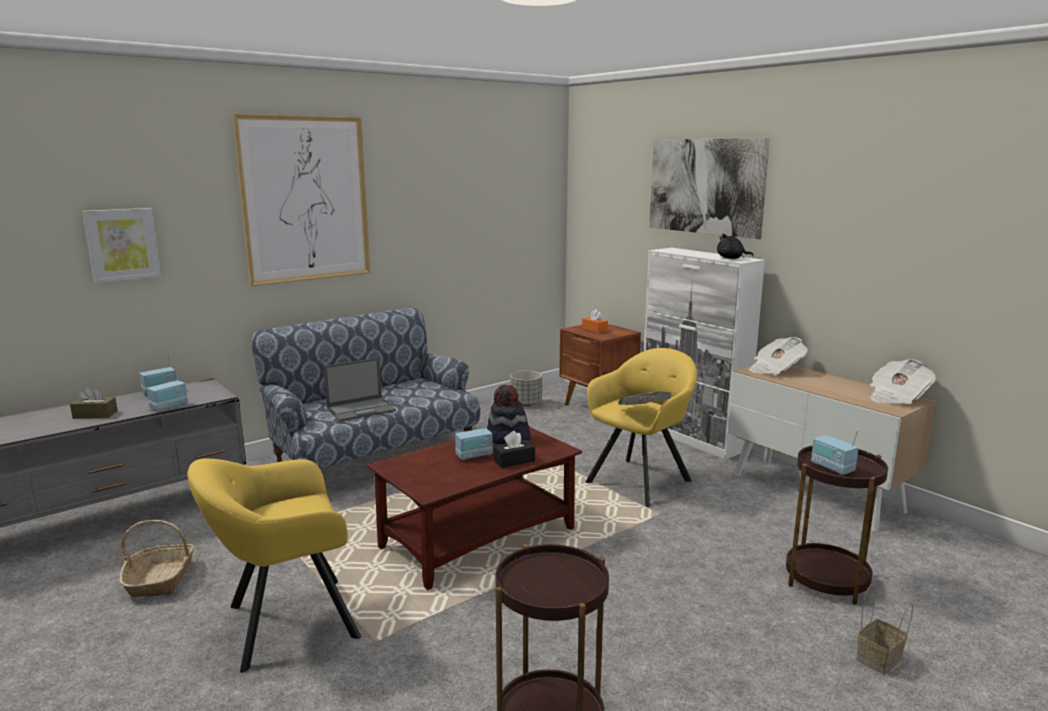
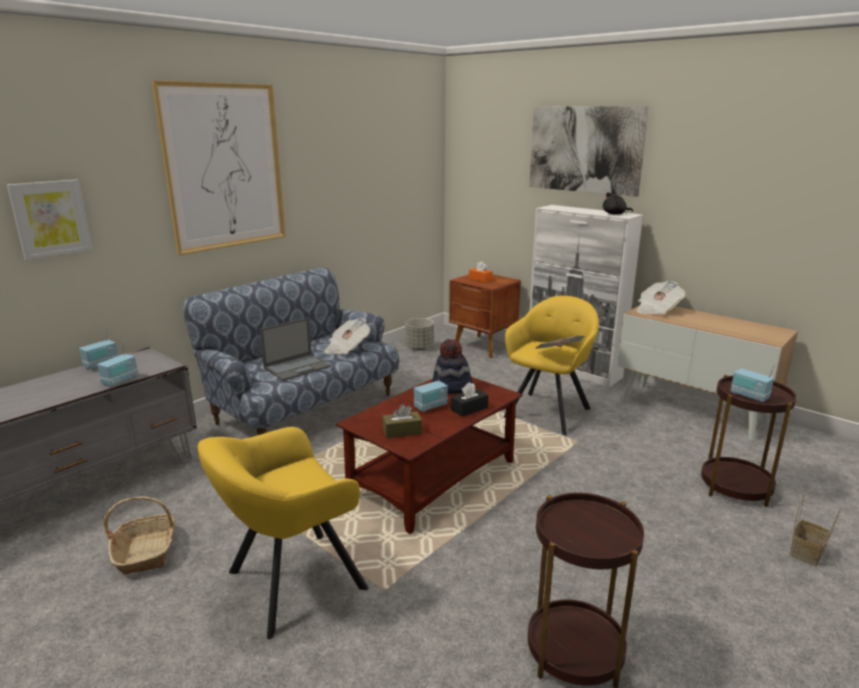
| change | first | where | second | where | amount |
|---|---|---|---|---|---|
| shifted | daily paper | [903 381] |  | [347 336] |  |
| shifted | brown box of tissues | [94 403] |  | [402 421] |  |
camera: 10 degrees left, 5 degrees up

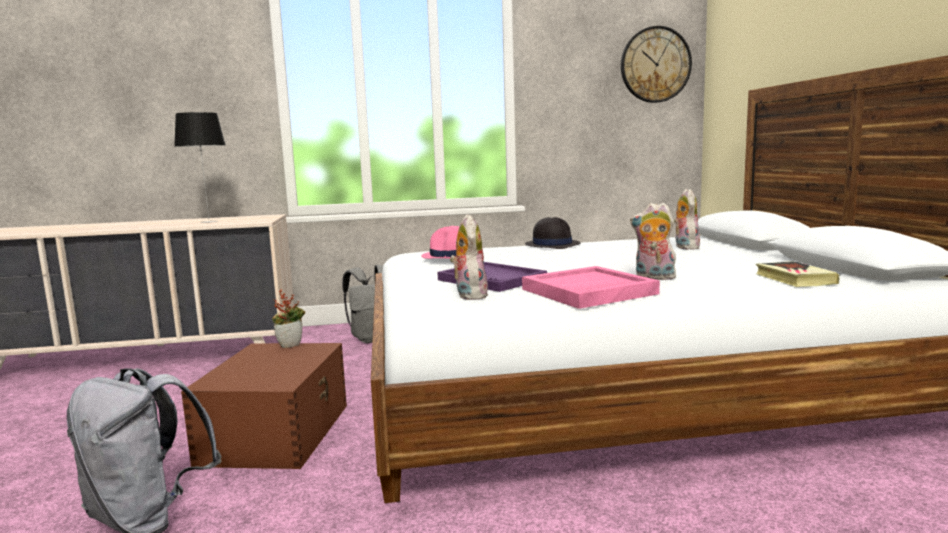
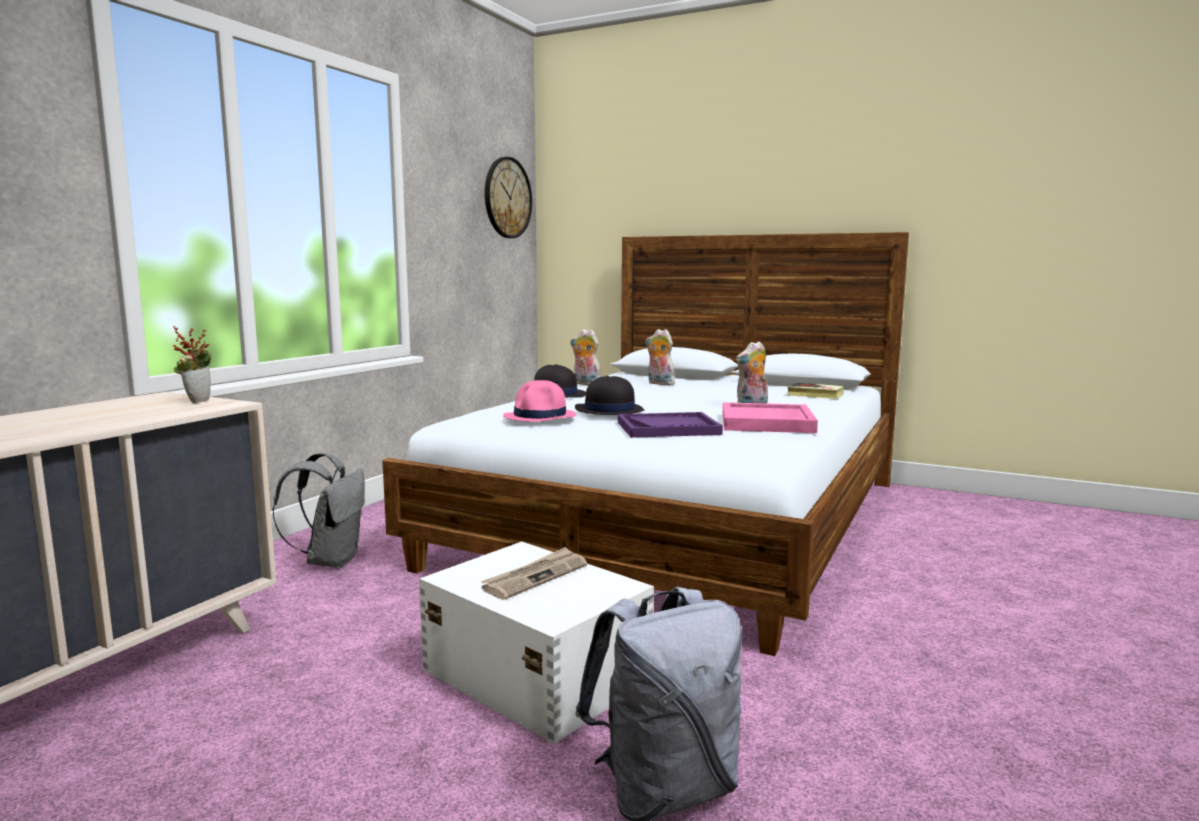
| change | first | where | second | where | amount |
|---|---|---|---|---|---|
| shifted | houseplant | [288 318] |  | [192 364] |  |
| repainted | brown storage bin | [264 406] | white storage bin | [536 643] |  |
| new |  |  | daily paper | [534 573] |  |
| shifted | soft toy | [469 257] |  | [585 357] |  |
| new |  |  | black-coloured hat | [610 395] |  |
| gone | lamp for a table | [199 167] |  |  |  |
camera: 55 degrees left, 0 degrees up

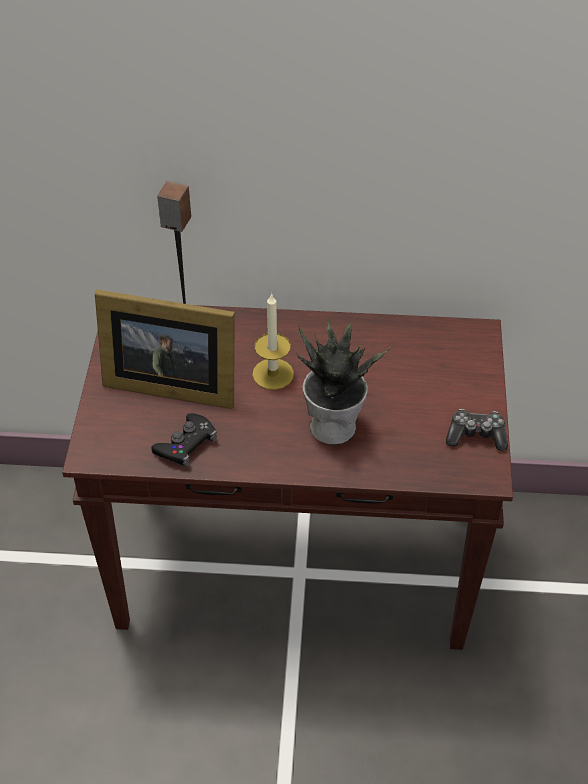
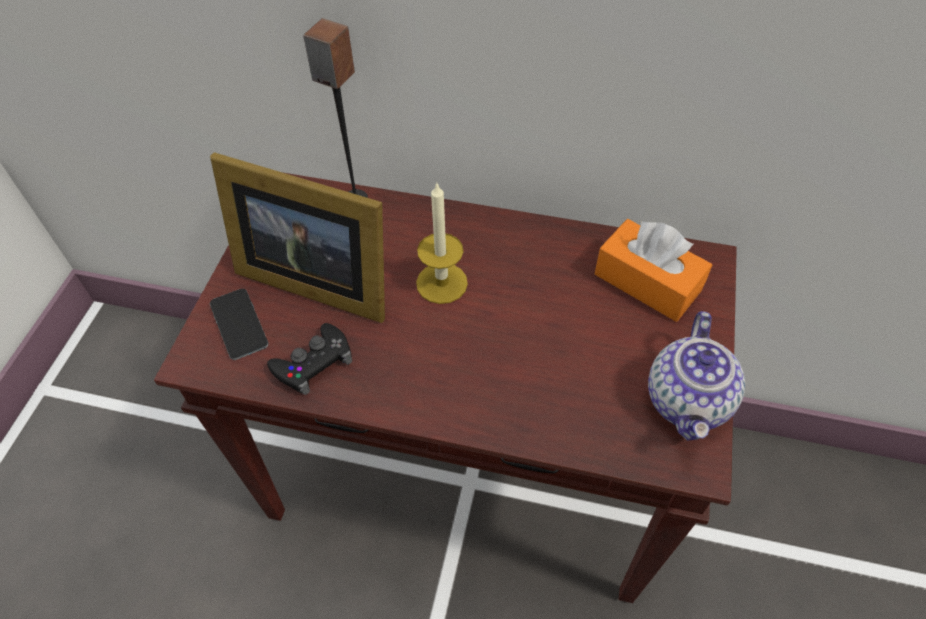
| change | first | where | second | where | amount |
|---|---|---|---|---|---|
| new |  |  | telephone | [239 324] |  |
| new |  |  | orangey box of tissues | [653 270] |  |
| swapped | game controller | [477 430] | tea pot | [696 376] |  |
| gone | houseplant | [344 381] |  |  |  |
camera: 10 degrees right, 5 degrees up

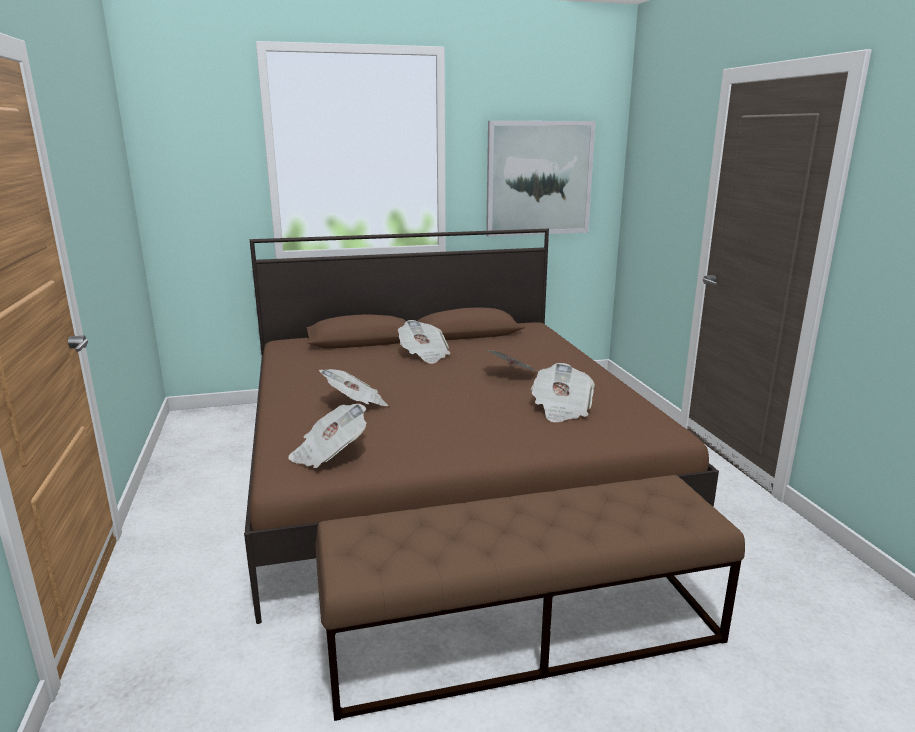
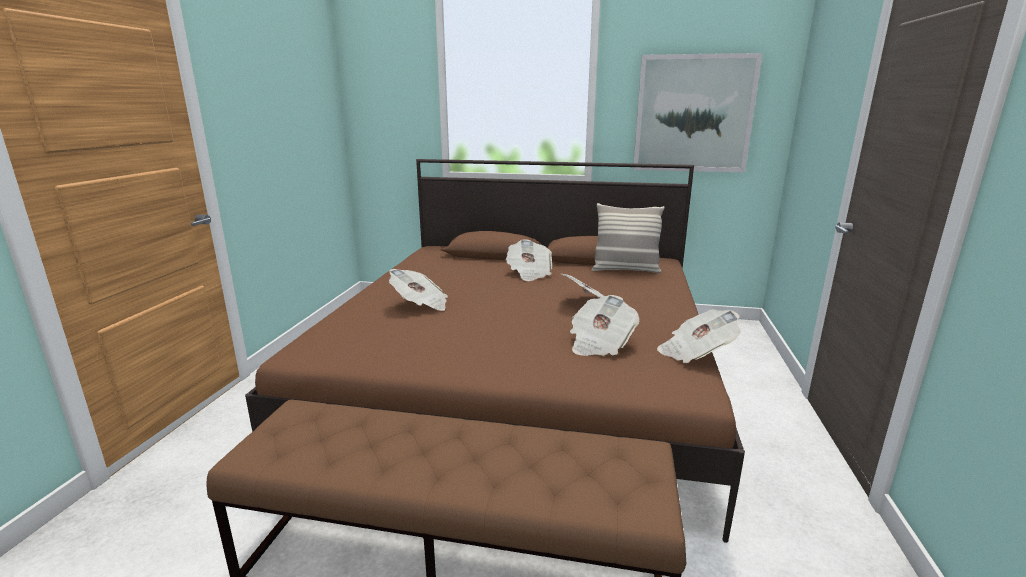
| change | first | where | second | where | amount |
|---|---|---|---|---|---|
| new |  |  | throw pillow | [628 238] |  |
| shifted | daily paper | [327 436] |  | [699 336] |  |
camera: 25 degrees right, 0 degrees up

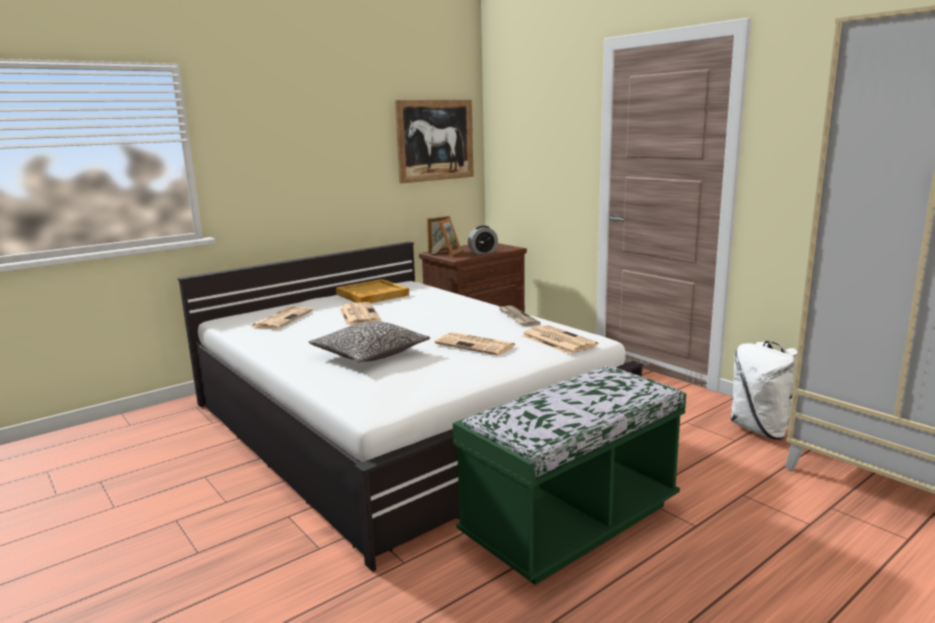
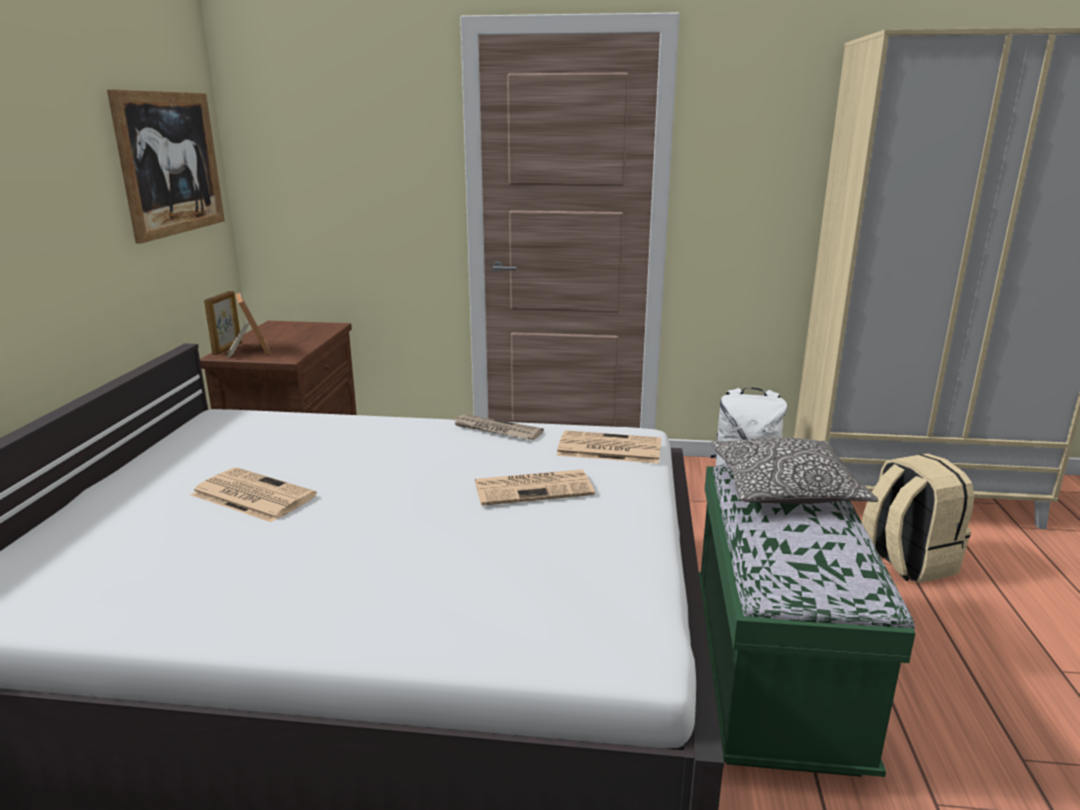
| change | first | where | second | where | amount |
|---|---|---|---|---|---|
| shifted | throw pillow | [369 341] |  | [794 471] |  |
| new |  |  | beige-coloured knapsack | [918 518] |  |
| gone | daily paper | [282 317] |  |  |  |
| gone | beige-coloured serving tray | [372 291] |  |  |  |
| gone | alarm clock | [483 239] |  |  |  |
camera: 45 degrees left, 5 degrees up

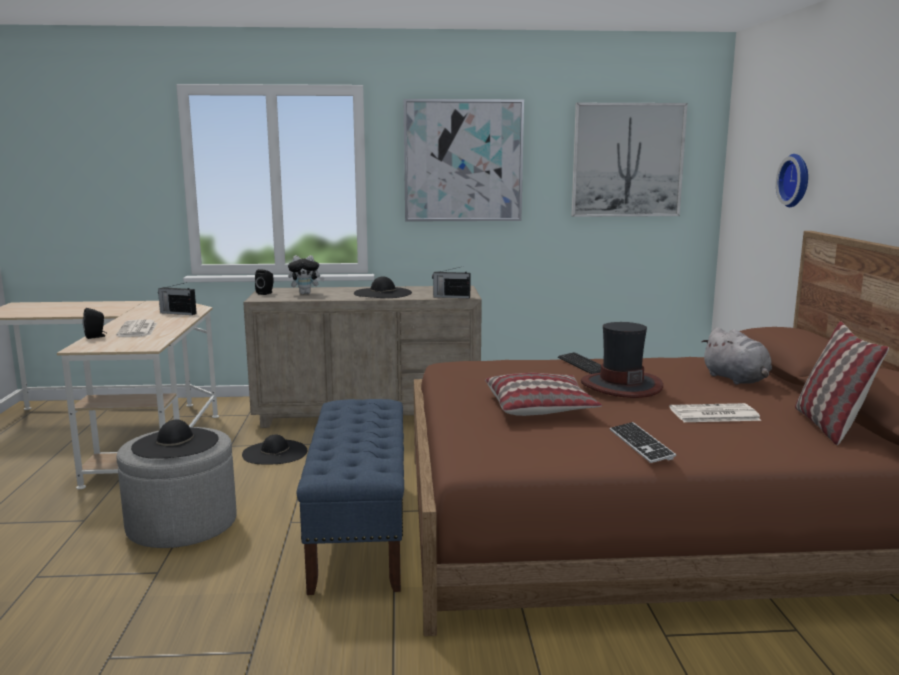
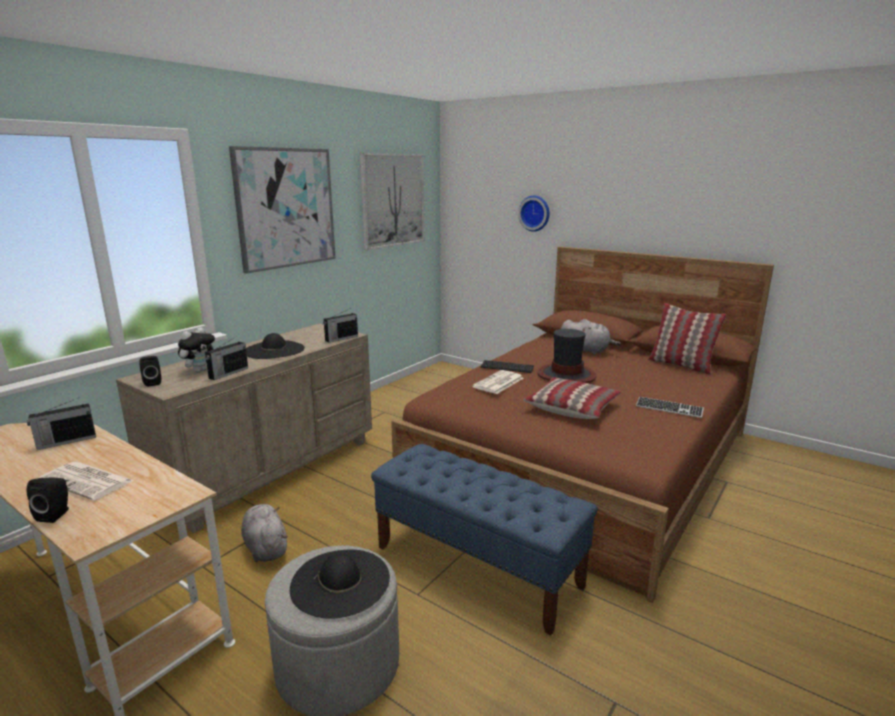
| change | first | where | second | where | amount |
|---|---|---|---|---|---|
| new |  |  | radio receiver | [226 358] |  |
| swapped | black-coloured hat | [275 449] | gray soft toy | [264 533] |  |
| shifted | daily paper | [715 412] |  | [498 382] |  |
camera: 50 degrees left, 5 degrees up

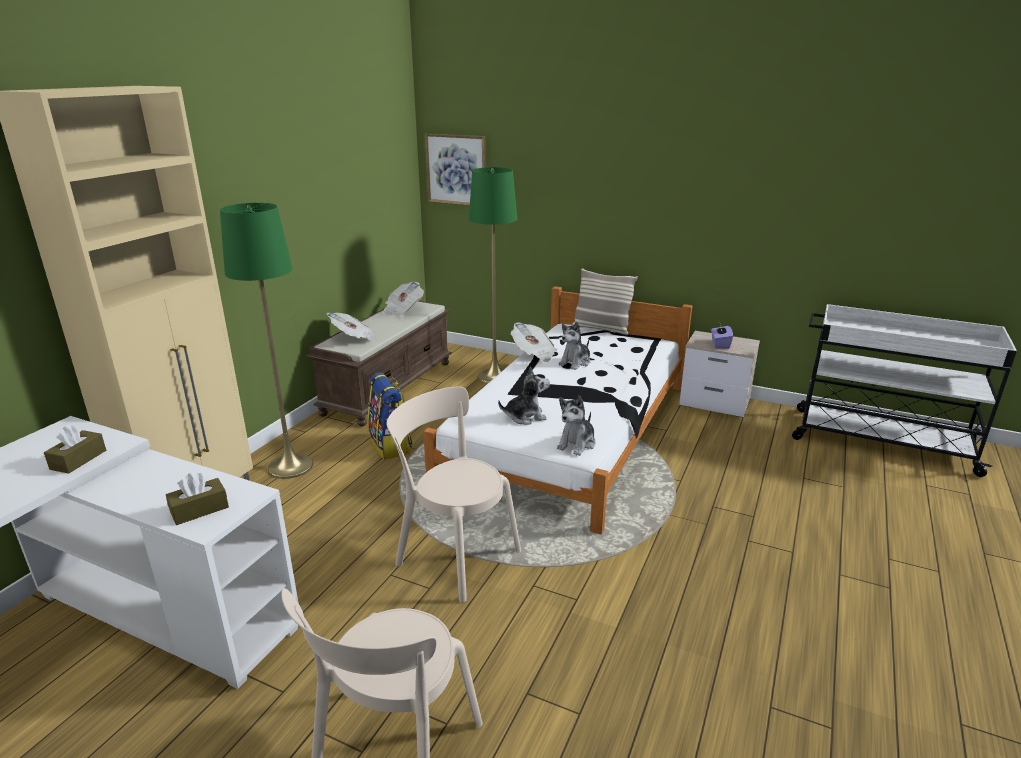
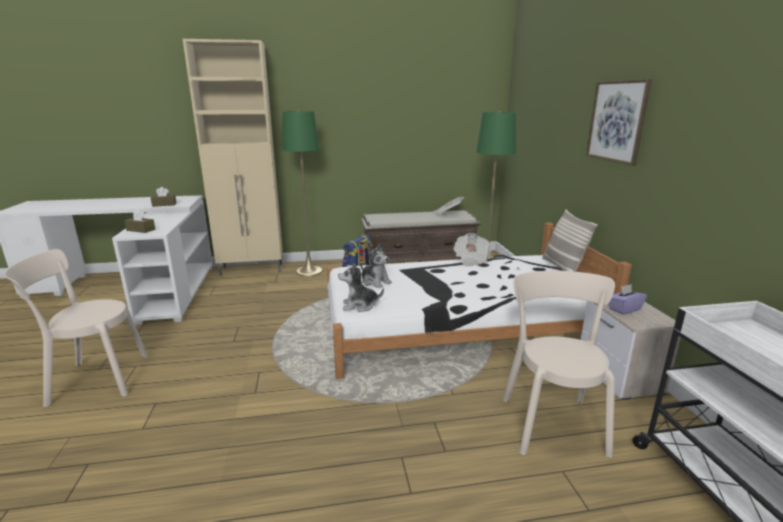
| change | first | where | second | where | amount |
|---|---|---|---|---|---|
| shifted | beige-coloured plain chair | [454 494] |  | [559 364] |  |
| shifted | wall art | [455 169] |  | [619 122] |  |
| gone | daily paper | [352 327] |  |  |  |
| gone | soft toy | [574 346] |  |  |  |
camera: 55 degrees right, 5 degrees down

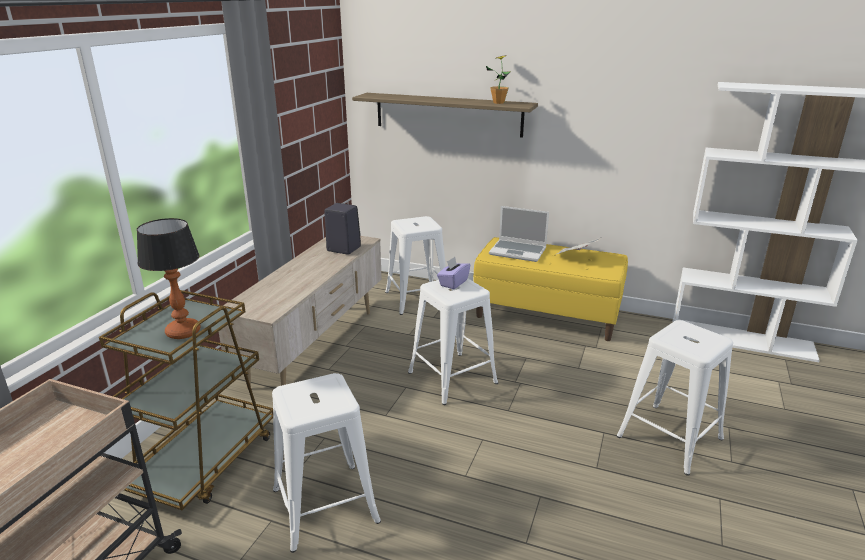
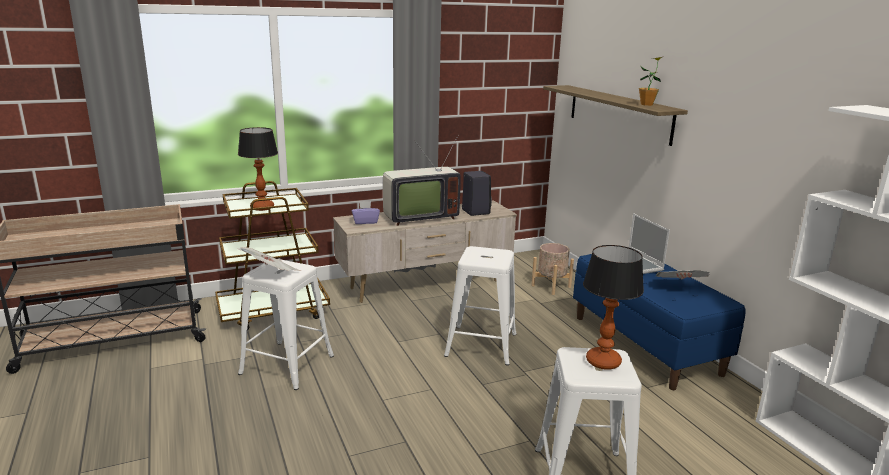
| change | first | where | second | where | amount |
|---|---|---|---|---|---|
| new |  |  | daily paper | [270 259] |  |
| shifted | purple-coloured box of tissues | [453 273] |  | [366 212] |  |
| new |  |  | TV set | [422 180] |  |
| swapped | white stool | [415 265] | beige-coloured planter | [552 269] |  |
| repainted | yellow bench | [550 289] | bluish bench | [659 322] |  |
| new |  |  | lamp for a table | [613 307] |  |
camera: 45 degrees right, 5 degrees down

